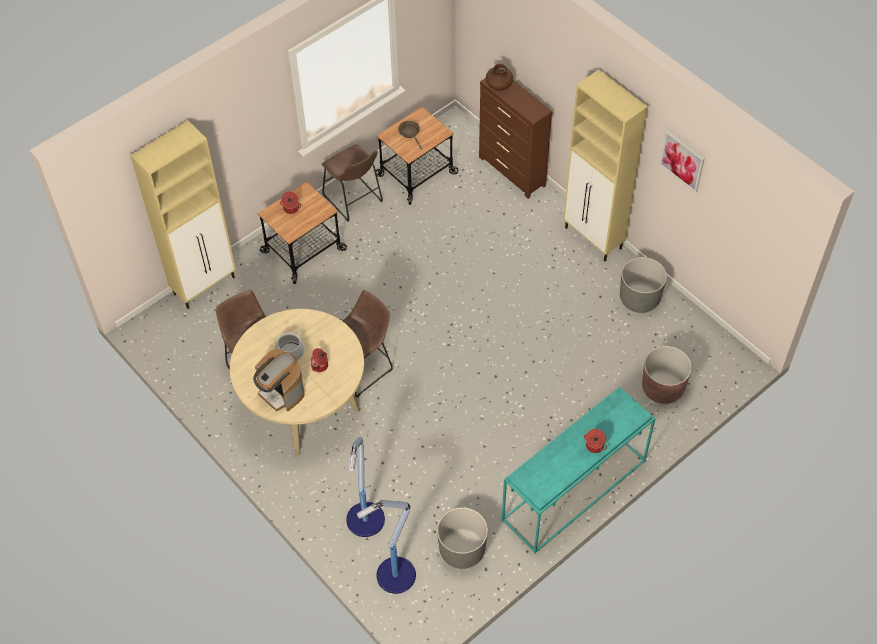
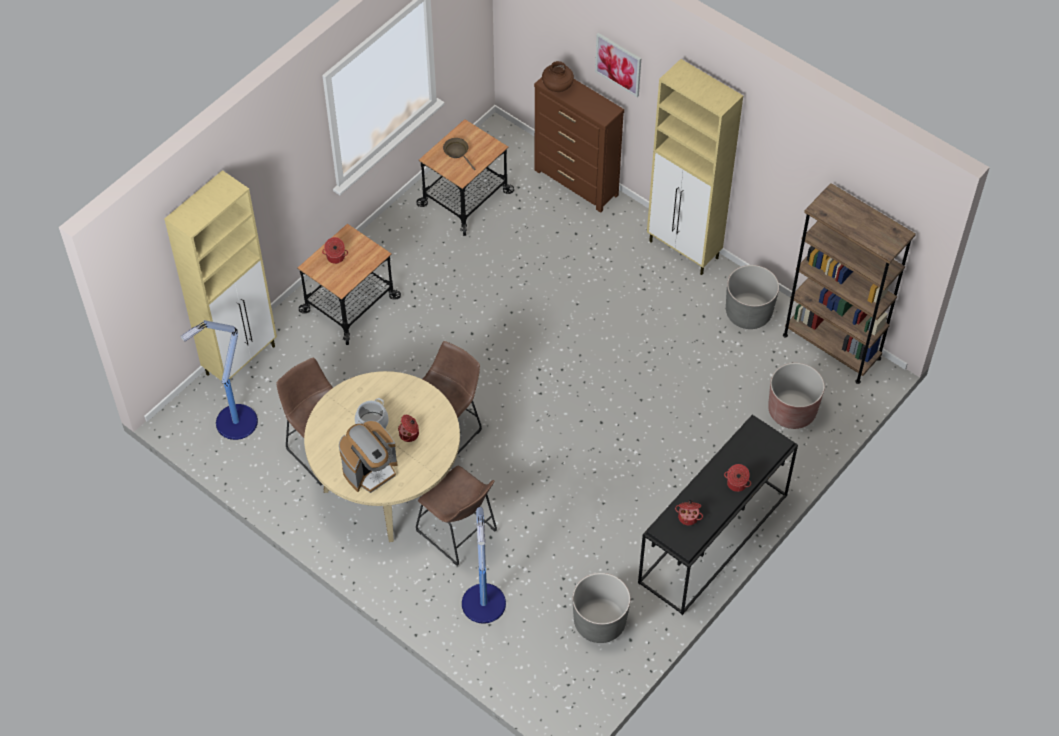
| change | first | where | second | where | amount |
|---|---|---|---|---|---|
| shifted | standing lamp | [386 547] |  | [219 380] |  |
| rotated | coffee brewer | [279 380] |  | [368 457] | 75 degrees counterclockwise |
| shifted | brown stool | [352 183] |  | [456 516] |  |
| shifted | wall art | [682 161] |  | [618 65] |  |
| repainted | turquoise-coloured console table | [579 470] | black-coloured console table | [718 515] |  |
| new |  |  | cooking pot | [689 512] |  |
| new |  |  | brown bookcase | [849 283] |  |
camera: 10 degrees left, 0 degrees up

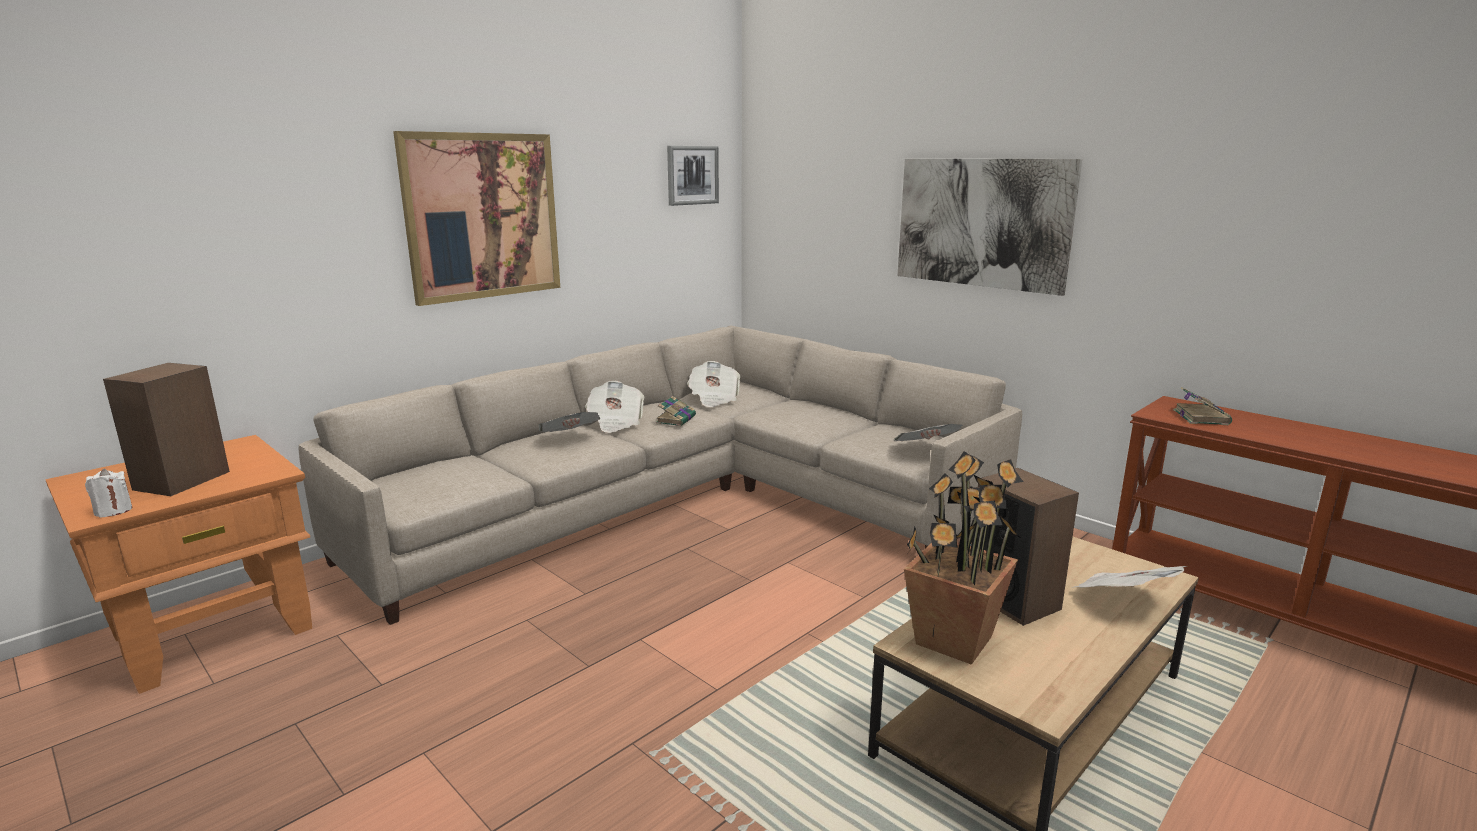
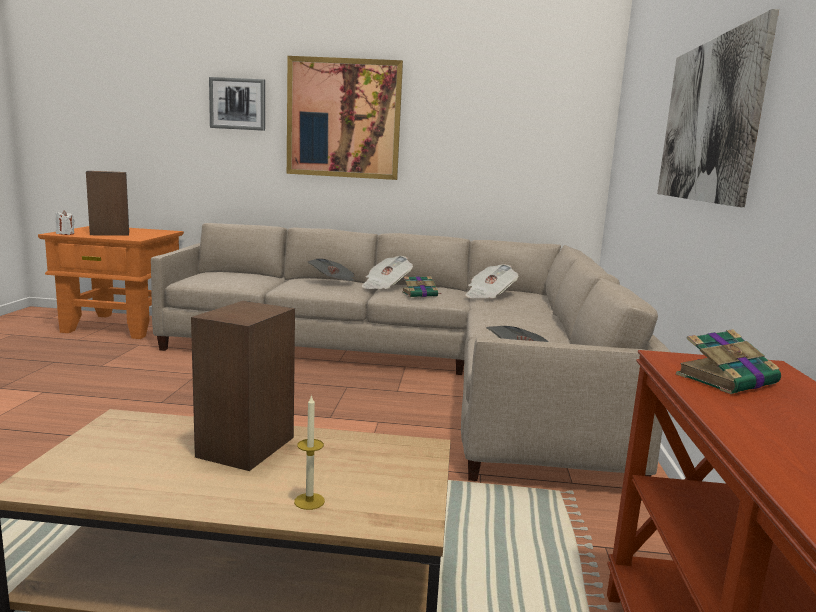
| change | first | where | second | where | amount |
|---|---|---|---|---|---|
| shifted | wall art | [693 176] |  | [237 104] |  |
| swapped | daily paper | [1130 577] | candle | [309 452] |  |
| gone | houseplant | [963 558] |  |  |  |
camera: 50 degrees right, 5 degrees down

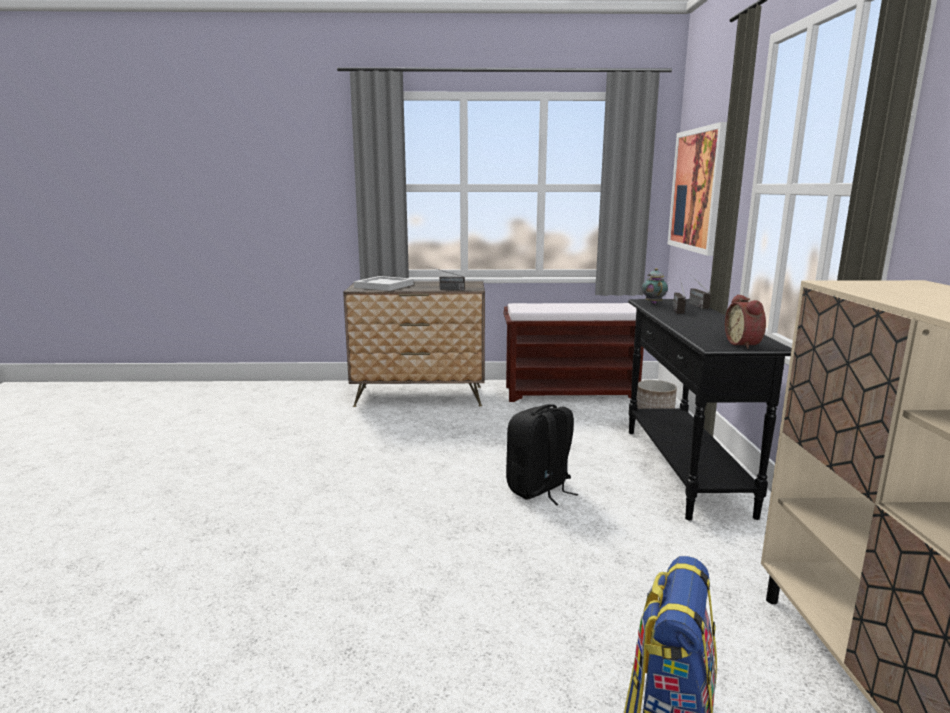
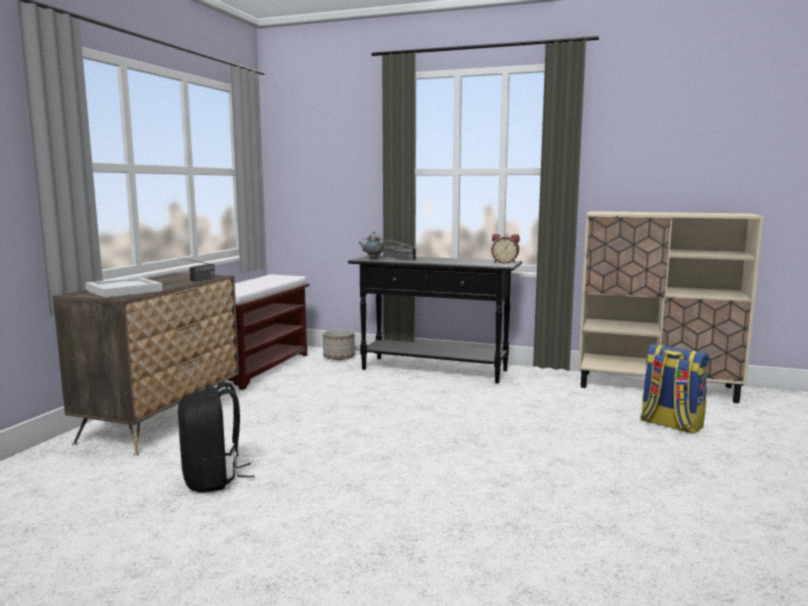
| change | first | where | second | where | amount |
|---|---|---|---|---|---|
| shifted | black-coloured knapsack | [542 454] |  | [216 437] |  |
| gone | wall art | [697 189] |  |  |  |
camera: 70 degrees left, 5 degrees down

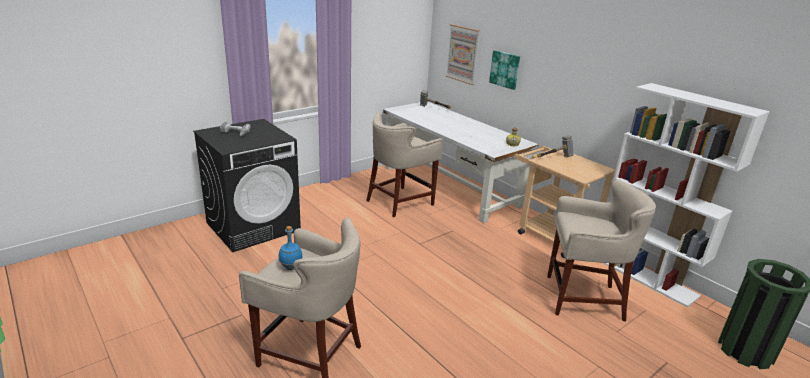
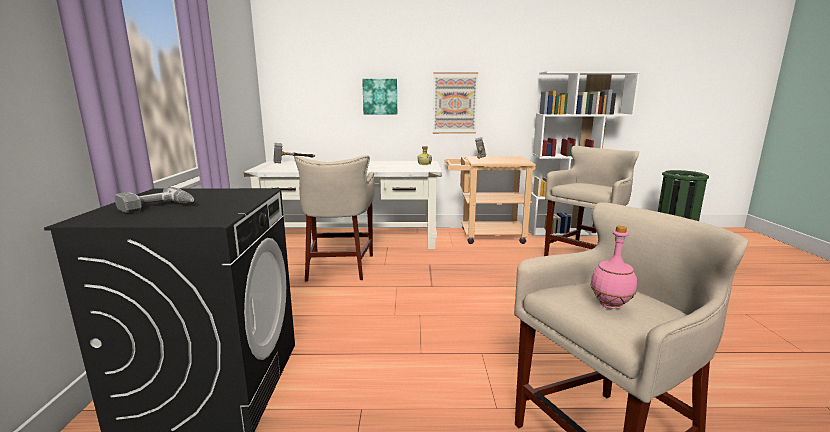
| change | first | where | second | where | amount |
|---|---|---|---|---|---|
| shifted | wall art | [462 54] |  | [455 103] |  |
| repainted | bluish drink bottle | [290 248] | pink-coloured drink bottle | [613 267] |  |
camera: 50 degrees left, 10 degrees down

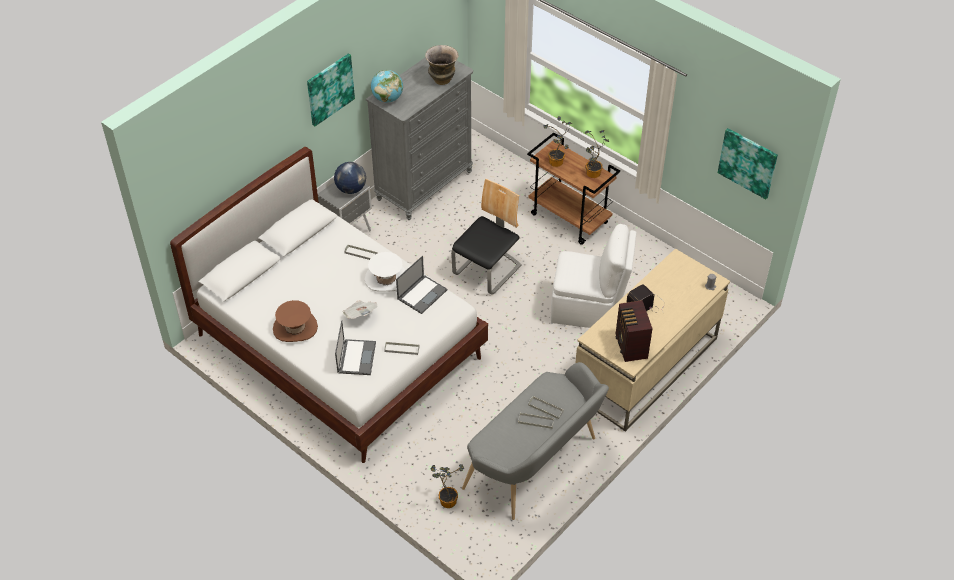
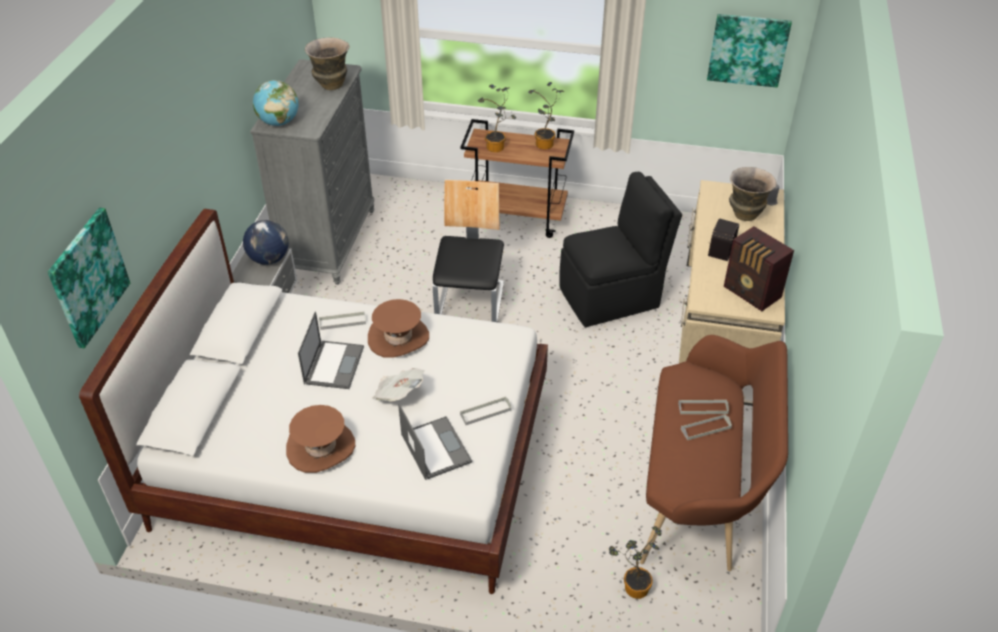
| change | first | where | second | where | amount |
|---|---|---|---|---|---|
| shifted | wall art | [331 90] |  | [89 278] |  |
| shifted | laptop | [421 285] |  | [331 350] |  |
| repainted | white hat | [385 272] | brown hat | [398 328] |  |
| repainted | white plain chair | [594 276] | black-coloured plain chair | [620 249] |  |
| repainted | gray bench | [535 441] | brown bench | [714 453] |  |
| new |  |  | flower vase | [753 194] |  |
camera: 30 degrees left, 5 degrees down

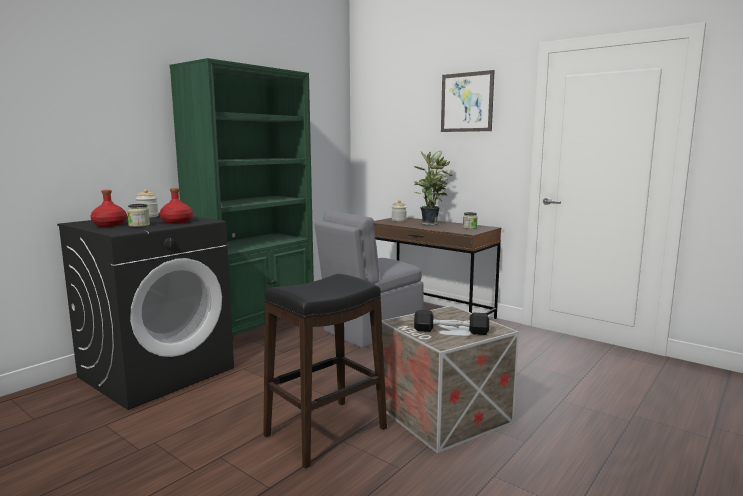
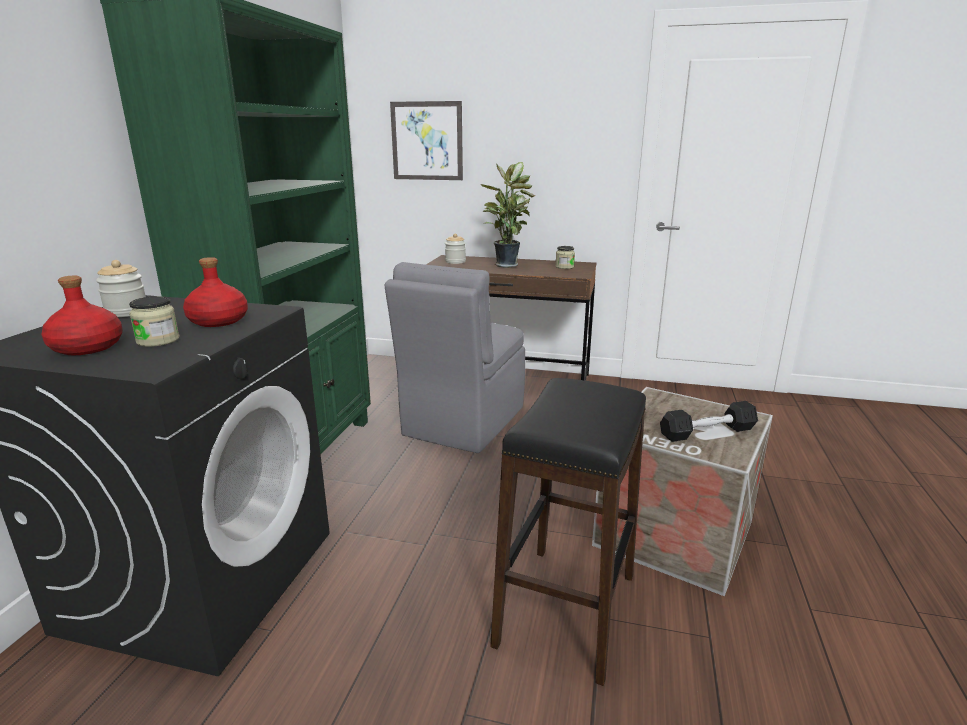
| change | first | where | second | where | amount |
|---|---|---|---|---|---|
| shifted | wall art | [467 101] |  | [426 140] |  |
camera: 25 degrees left, 10 degrees up

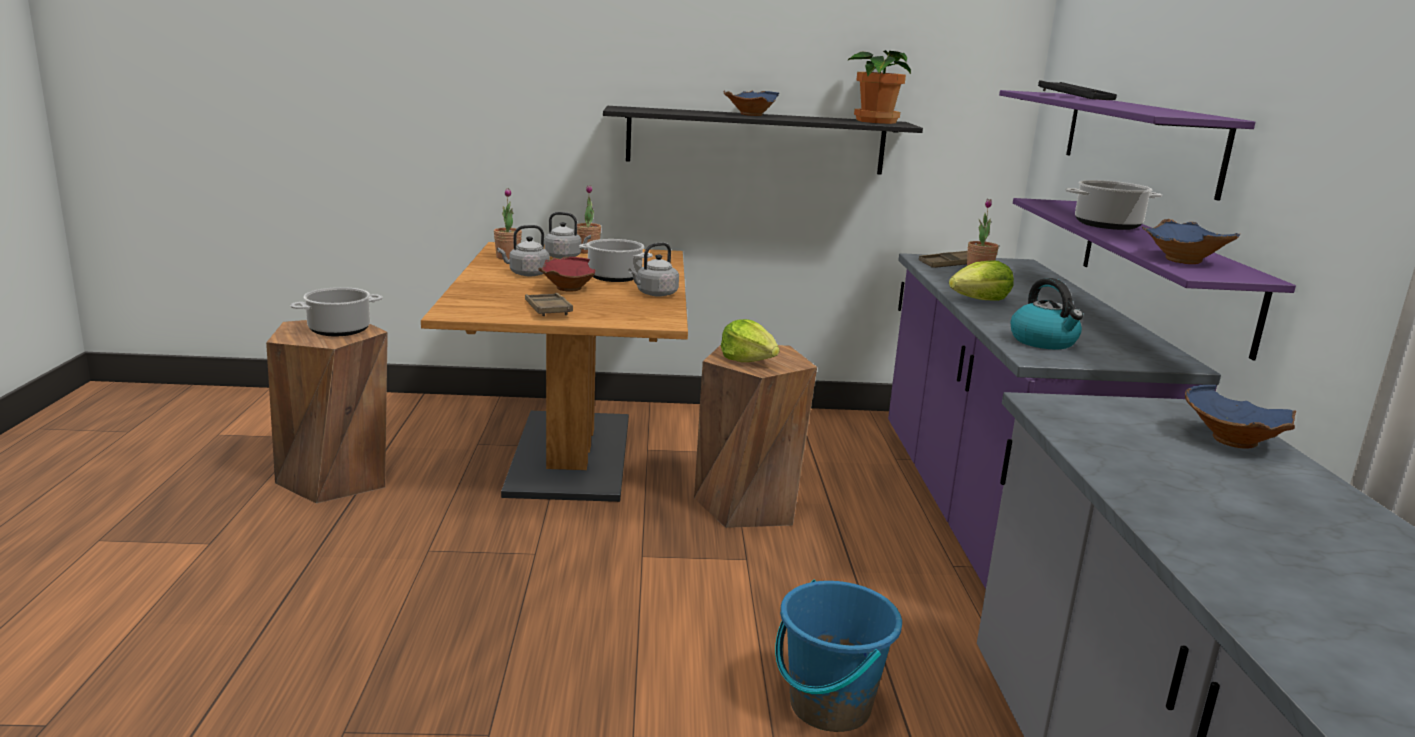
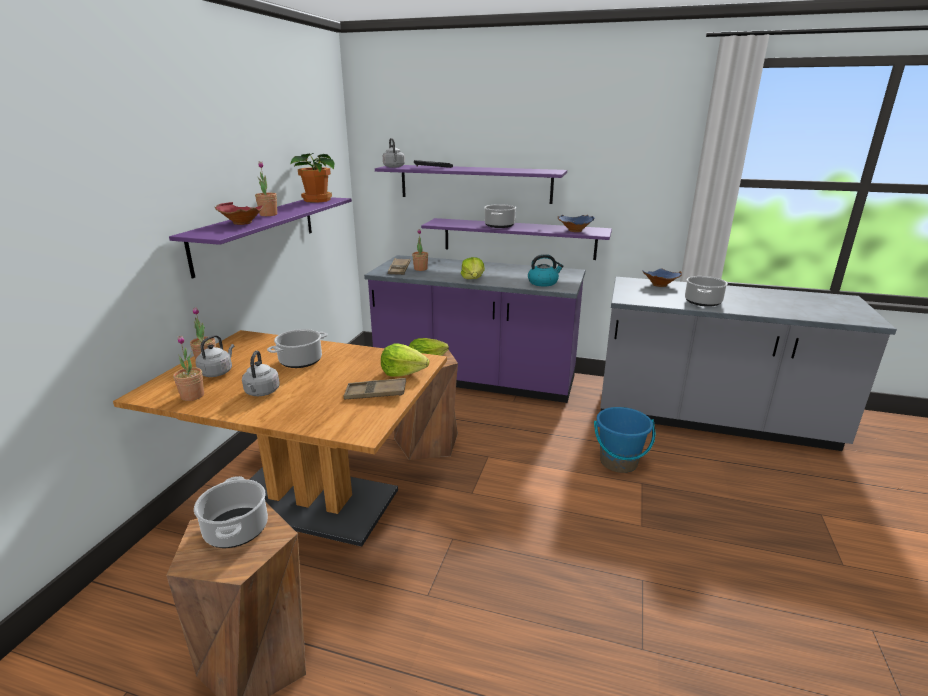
| change | first | where | second | where | amount |
|---|---|---|---|---|---|
| repainted | black-coloured wall shelf | [763 140] | purple-coloured wall shelf | [260 237] |  |
| shifted | reddish bowl | [567 274] |  | [239 213] |  |
| swapped | bluish bowl | [751 103] | houseplant | [266 188] |  |
| new |  |  | lettuce head | [405 360] |  |
| shifted | gray water kettle | [653 269] |  | [394 153] |  |
| new |  |  | cooking pot | [706 291] |  |
camera: 70 degrees left, 5 degrees up

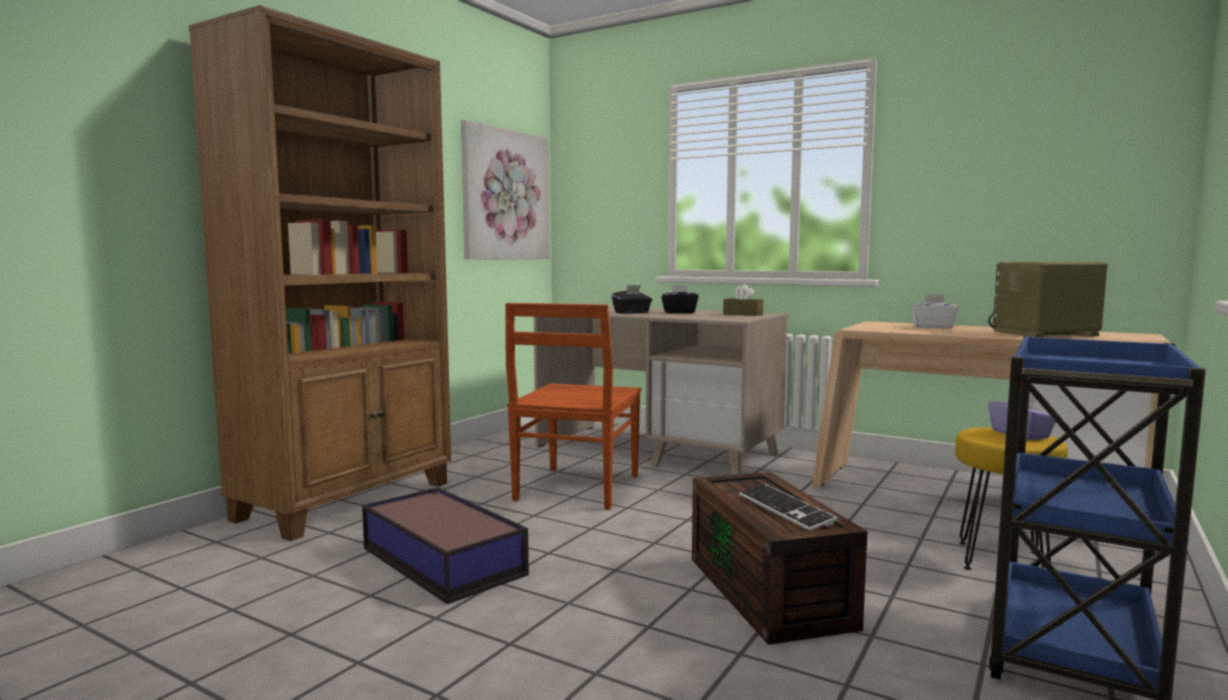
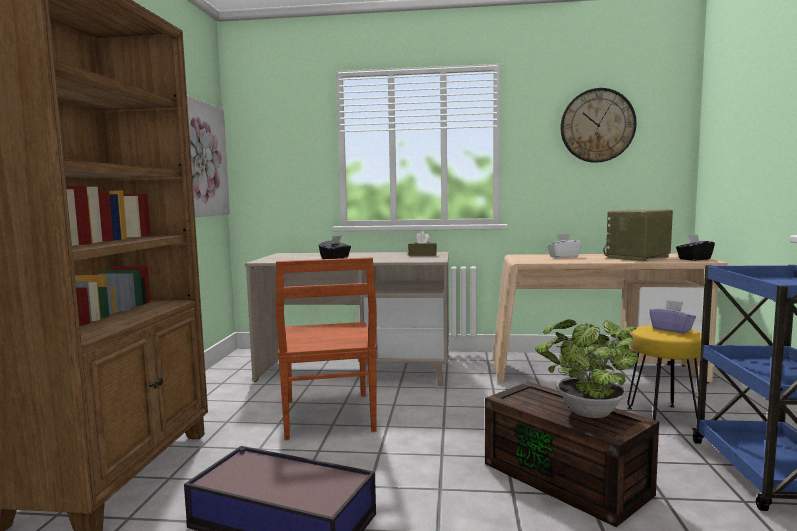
| change | first | where | second | where | amount |
|---|---|---|---|---|---|
| swapped | PC keyboard | [788 507] | houseplant | [586 369] |  |
| new |  |  | clock on the wall | [598 125] |  |
| shifted | black-coloured box of tissues | [680 299] |  | [695 247] |  |
camera: 25 degrees left, 0 degrees up

